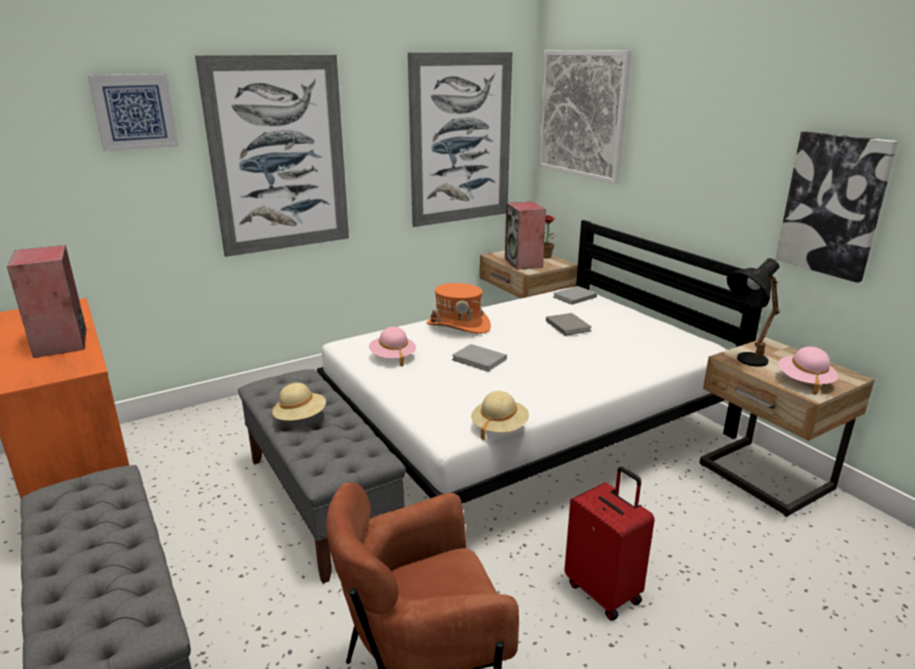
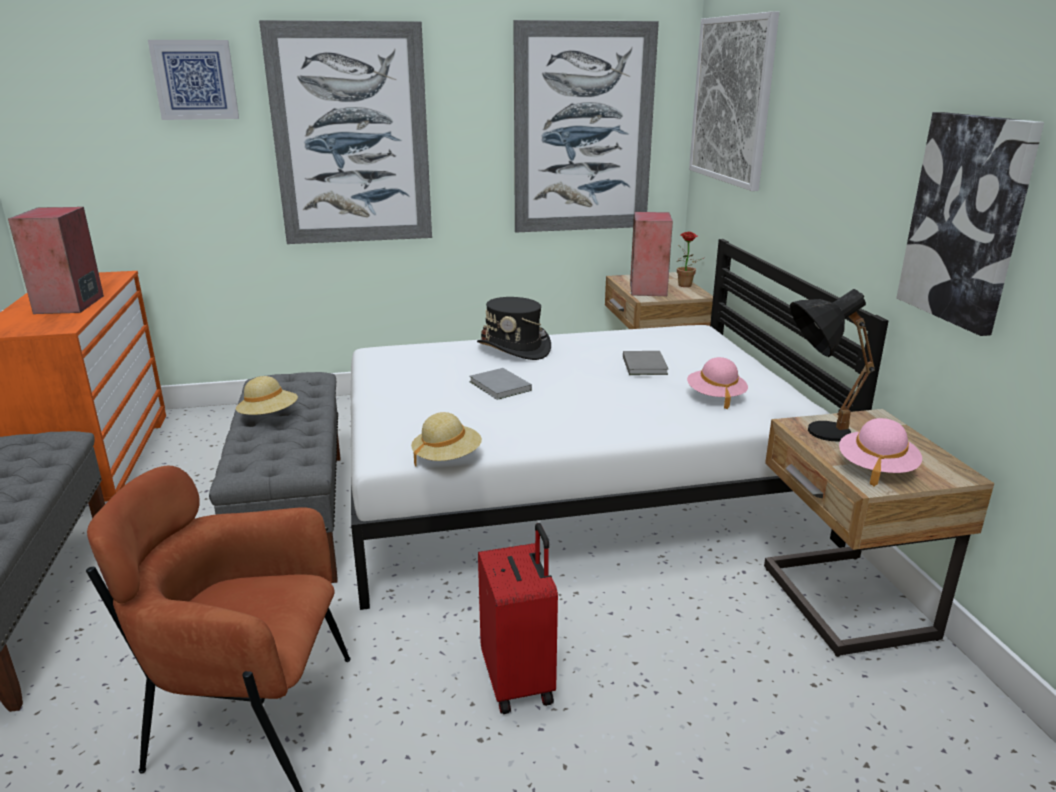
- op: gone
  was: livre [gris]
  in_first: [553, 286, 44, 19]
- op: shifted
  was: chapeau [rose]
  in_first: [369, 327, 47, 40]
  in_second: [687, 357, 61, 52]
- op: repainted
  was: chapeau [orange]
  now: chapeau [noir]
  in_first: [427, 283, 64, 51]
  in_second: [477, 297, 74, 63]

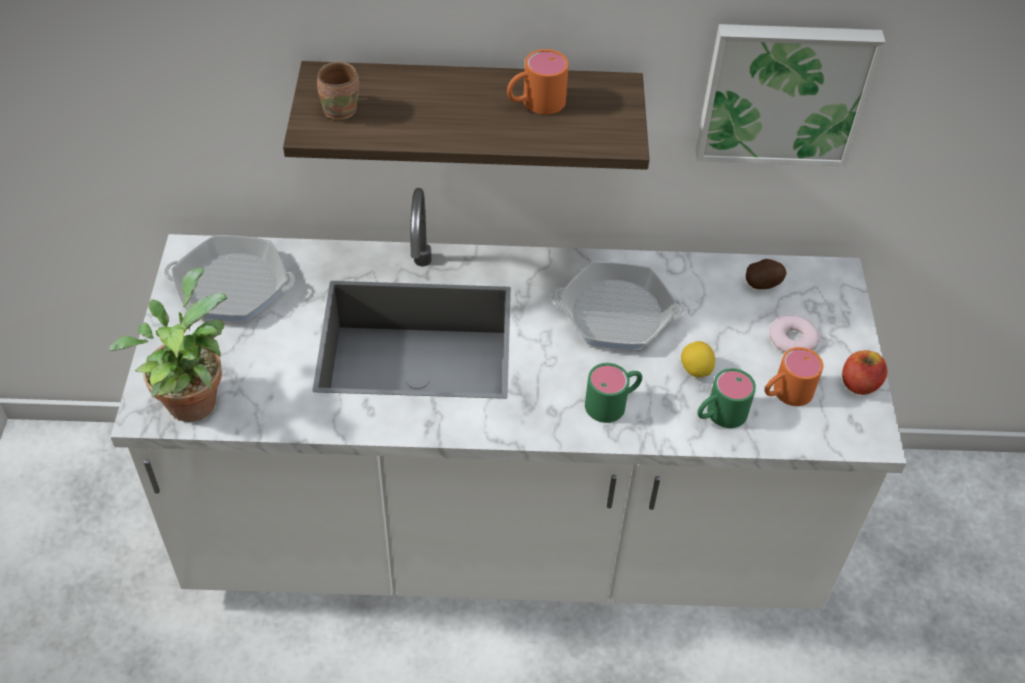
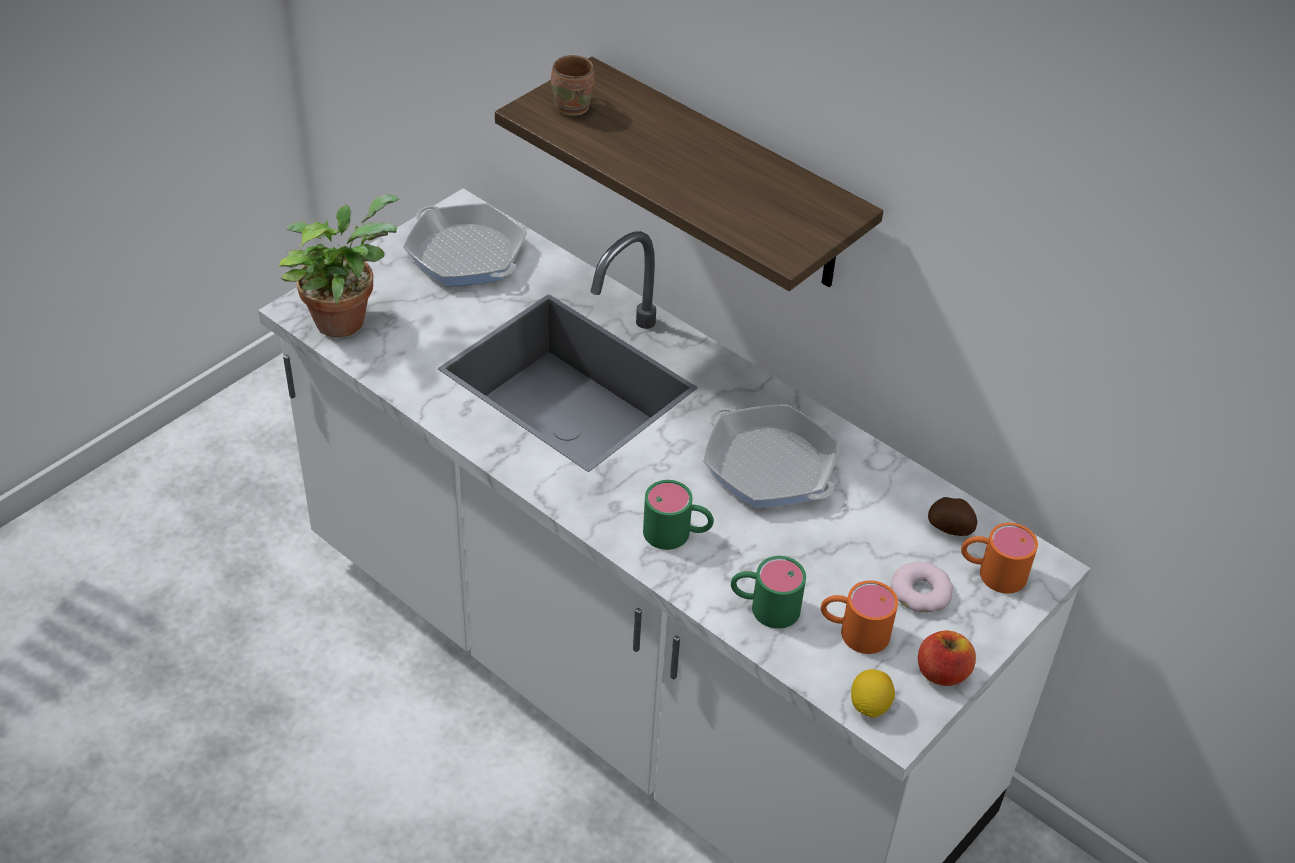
- op: gone
  was: tableau
  in_first: [695, 24, 191, 142]
- op: shifted
  was: mug [orange]
  in_first: [507, 49, 62, 65]
  in_second: [961, 523, 77, 71]
- op: shifted
  was: citron
  in_first: [681, 341, 34, 36]
  in_second: [851, 669, 44, 49]

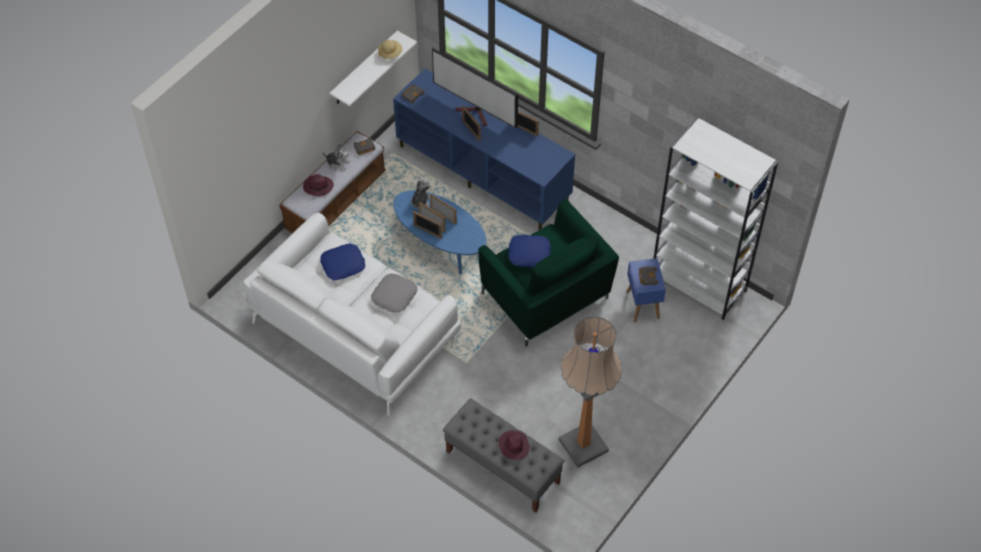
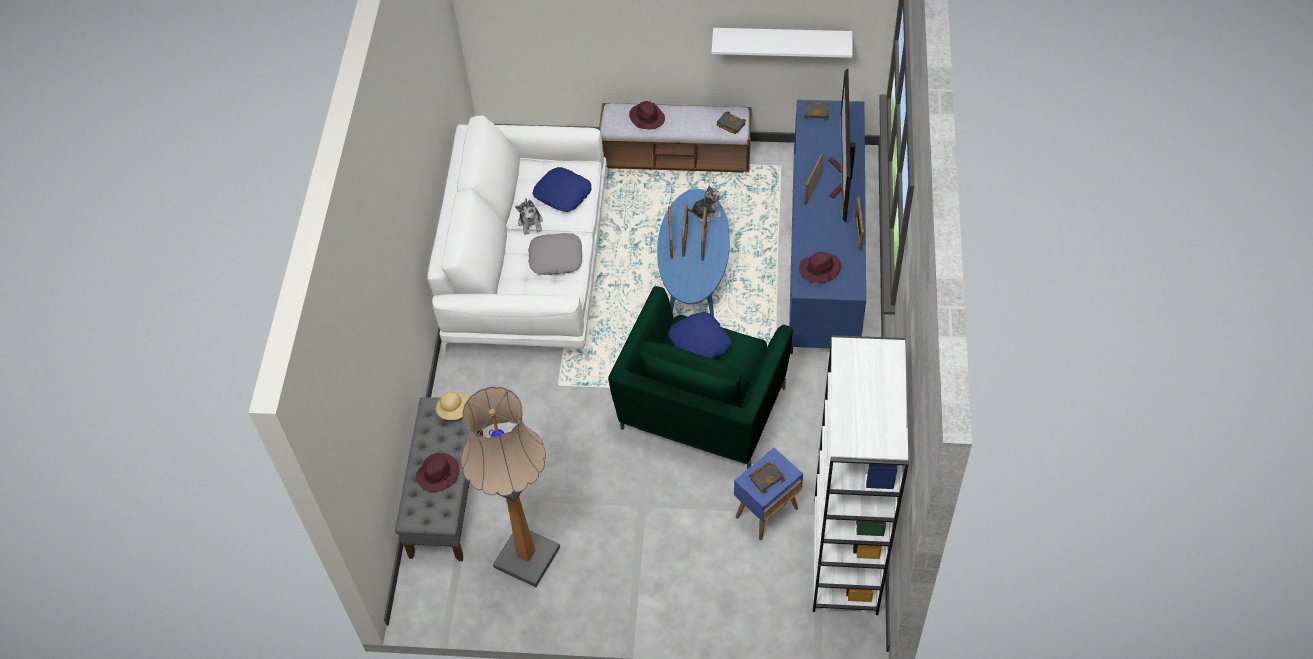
- op: new
  now: chapeau [violet]
  in_second: [799, 252, 43, 31]
- op: shifted
  was: peluche
  in_first: [323, 144, 27, 27]
  in_second: [515, 198, 28, 37]
- op: shifted
  was: chapeau [beige]
  in_first: [378, 40, 24, 19]
  in_second: [436, 391, 33, 29]

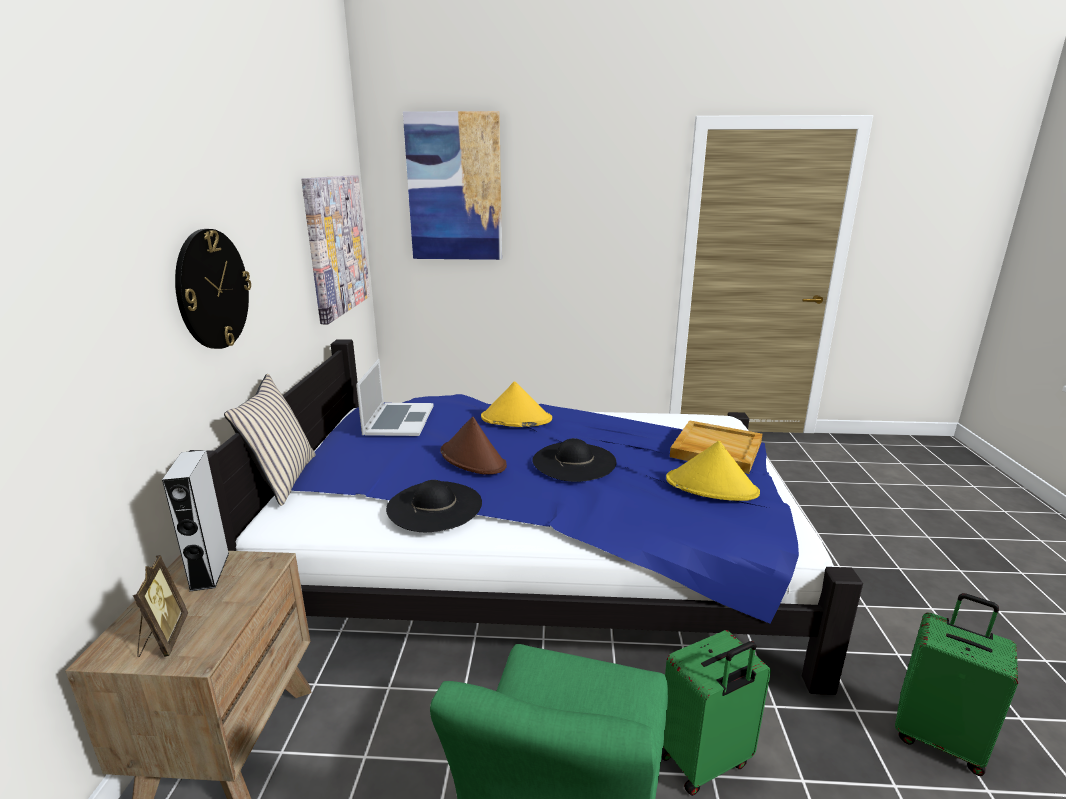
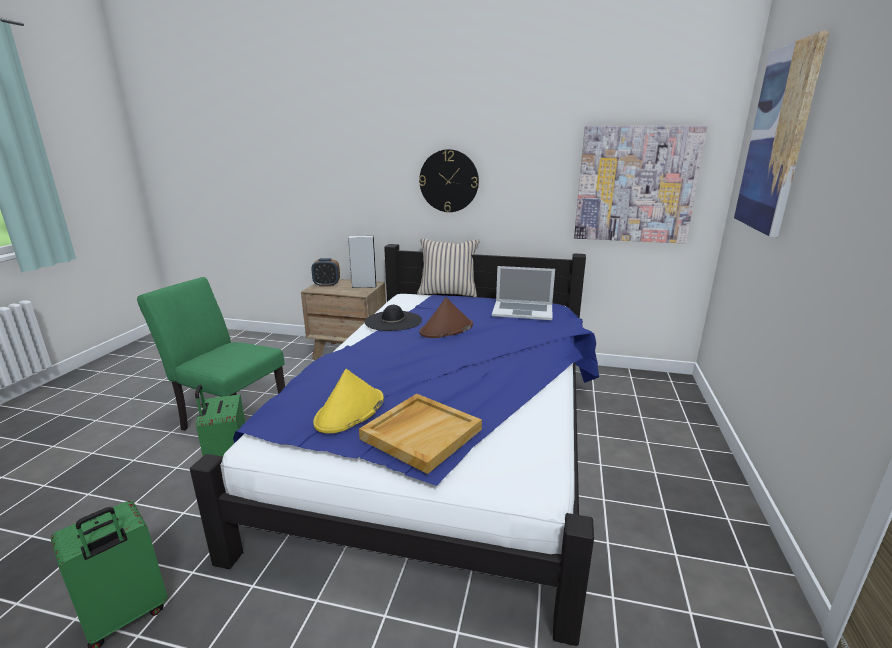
- op: gone
  was: chapeau [jaune]
  in_first: [481, 381, 71, 46]
- op: gone
  was: chapeau [noir]
  in_first: [532, 438, 84, 44]
- op: swapped
  was: cadre photo
  now: réveil
  in_first: [133, 555, 55, 102]
  in_second: [311, 258, 29, 29]

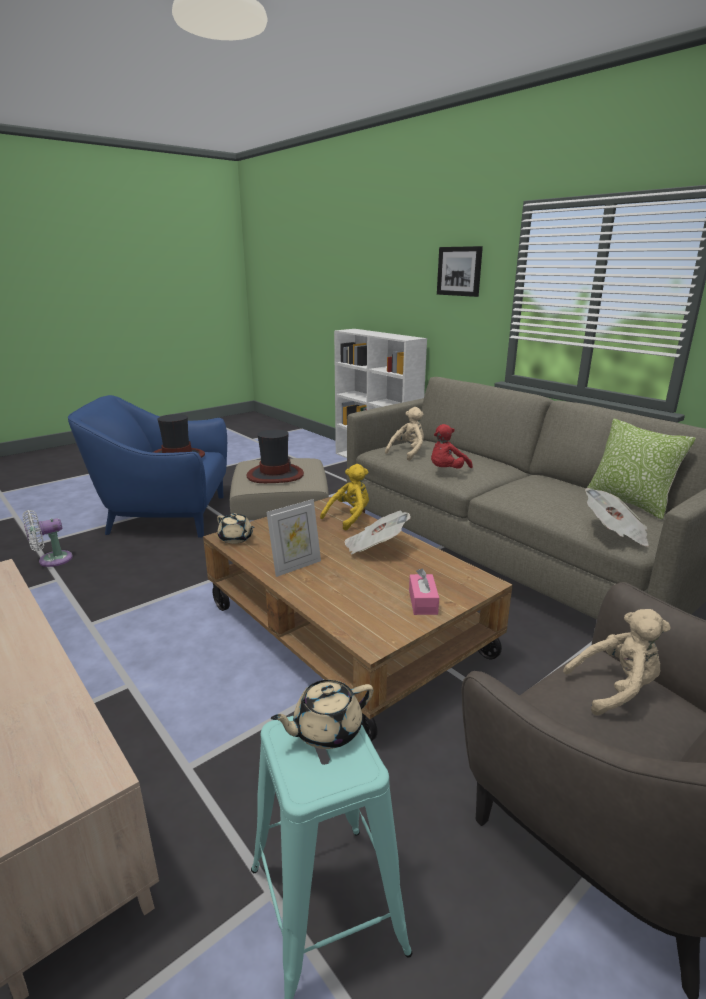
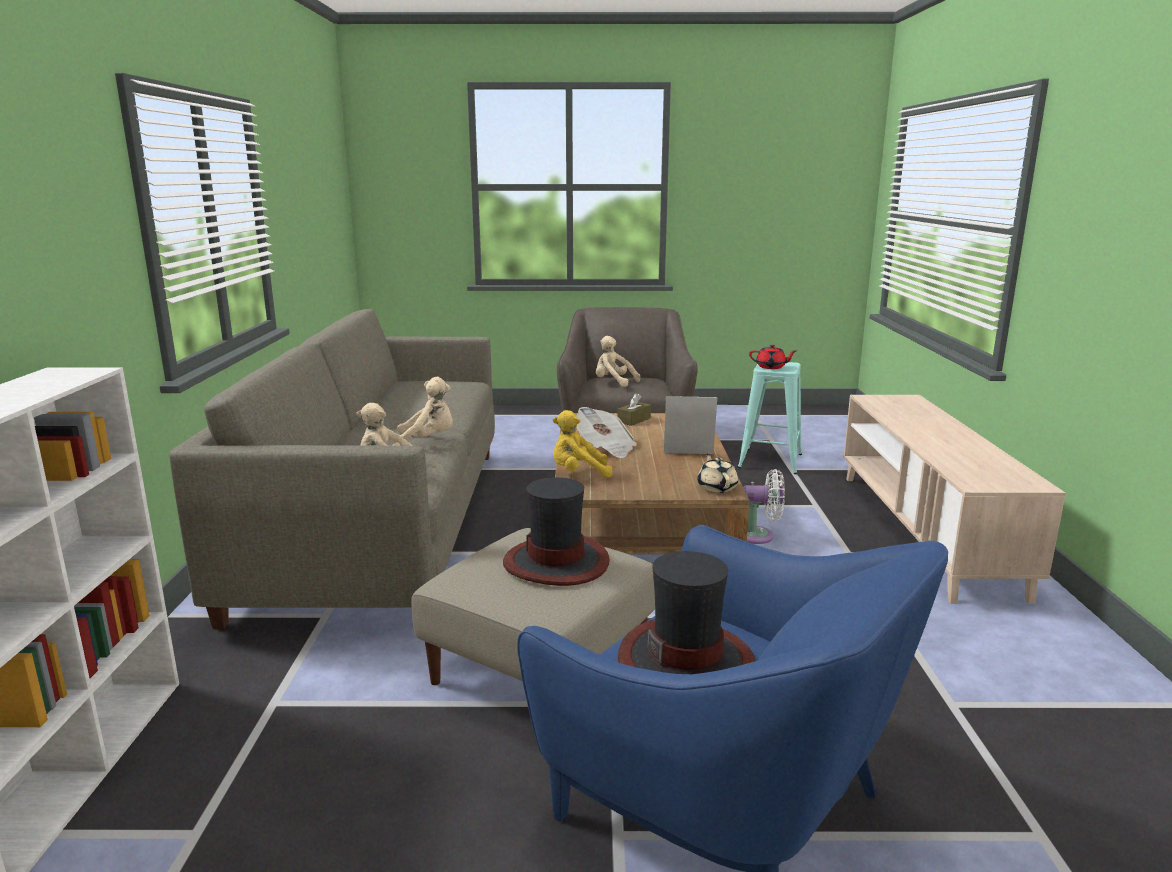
- op: gone
  was: tableau
  in_first: [437, 246, 46, 51]
- op: gone
  was: journal
  in_first: [585, 488, 64, 59]
- op: gone
  was: coussin
  in_first: [587, 419, 109, 101]
- op: shifted
  was: ventilateur [blanc]
  in_first: [23, 510, 50, 57]
  in_second: [743, 469, 42, 75]
- op: repainted
  was: théière [beige]
  now: théière [rouge]
  in_first: [271, 680, 102, 69]
  in_second: [749, 345, 48, 24]
- op: repainted
  was: boîte à mouchoirs [rose]
  now: boîte à mouchoirs [marron]
  in_first: [409, 568, 30, 47]
  in_second: [617, 393, 34, 33]
- op: repainted
  was: peluche [rouge]
  now: peluche [beige]
  in_first: [431, 424, 42, 45]
  in_second: [394, 377, 59, 66]

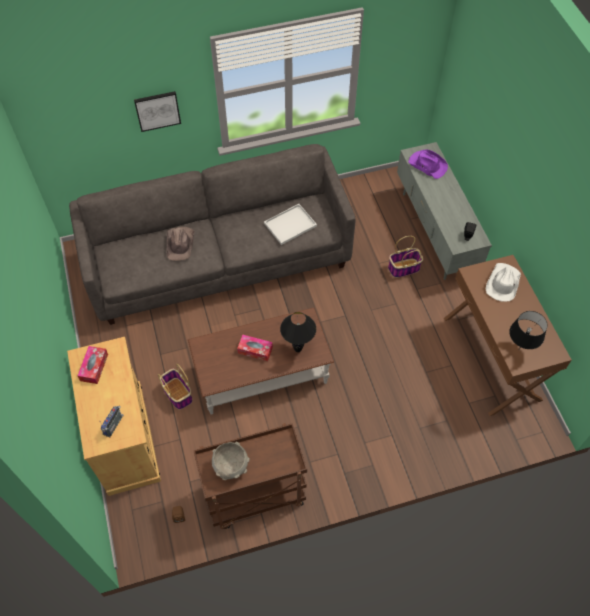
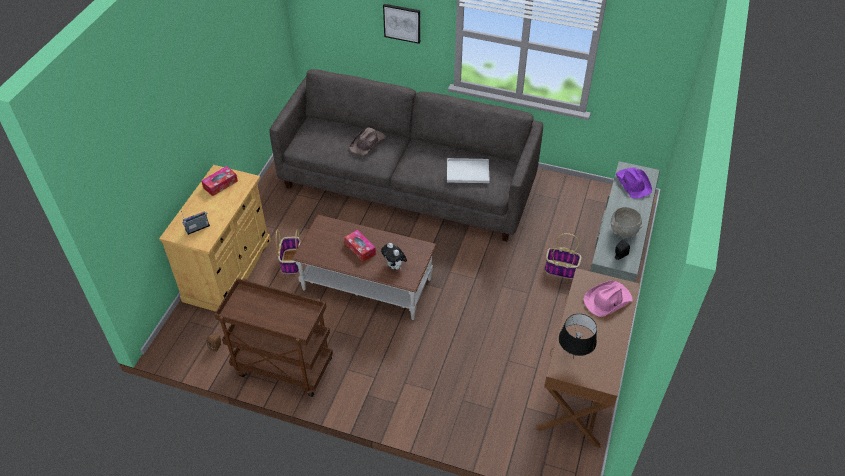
- op: shifted
  was: bol [gris]
  in_first: [212, 442, 38, 38]
  in_second: [610, 207, 33, 30]
- op: swapped
  was: lampe de table [noir]
  now: peluche
  in_first: [280, 312, 36, 40]
  in_second: [381, 243, 26, 27]
- op: repainted
  was: chapeau [blanc]
  now: chapeau [rose]
  in_first: [486, 263, 35, 39]
  in_second: [583, 280, 49, 37]

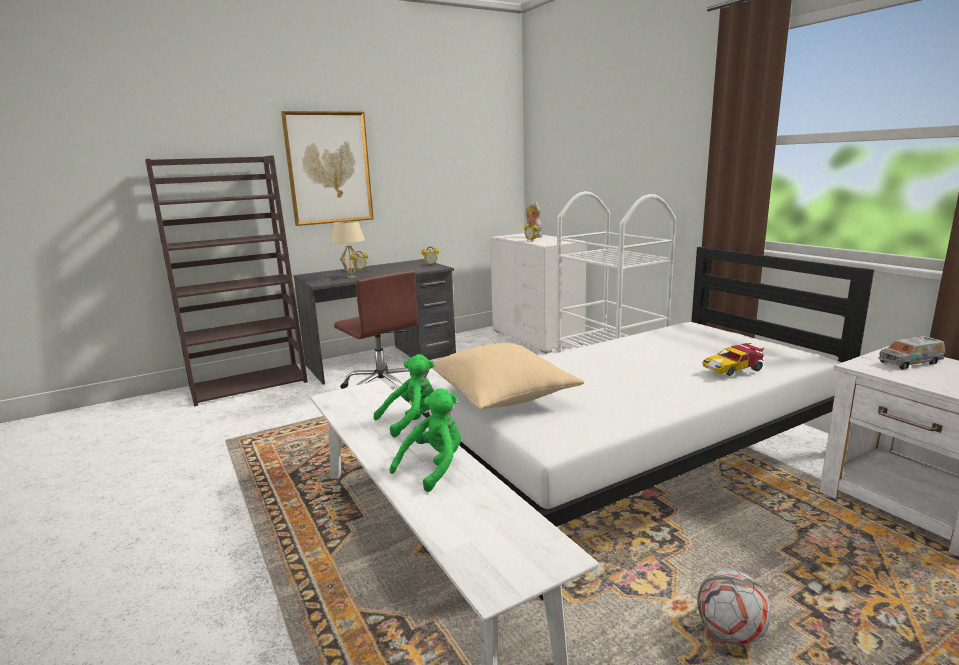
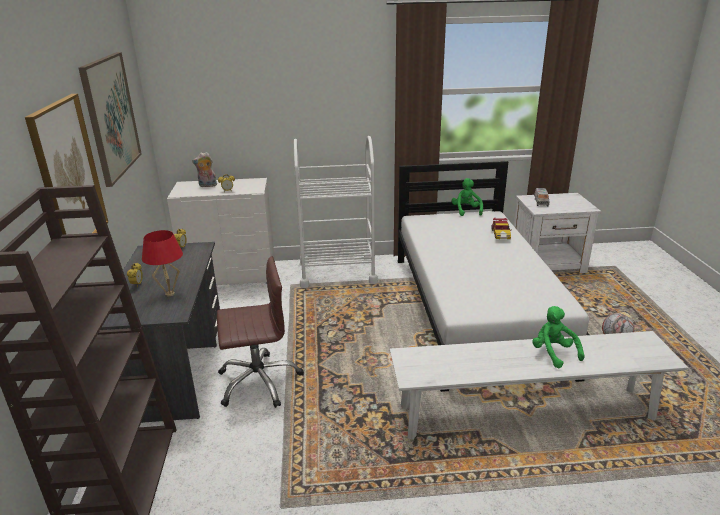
- op: gone
  was: coussin [beige]
  in_first: [433, 343, 151, 66]
- op: new
  now: tableau
  in_second: [79, 52, 63, 135]
- op: shifted
  was: peluche [vert]
  in_first: [373, 354, 61, 83]
  in_second: [451, 178, 32, 38]
- op: repainted
  was: lampe de table [beige]
  now: lampe de table [rouge]
  in_first: [331, 221, 34, 57]
  in_second: [142, 230, 41, 66]

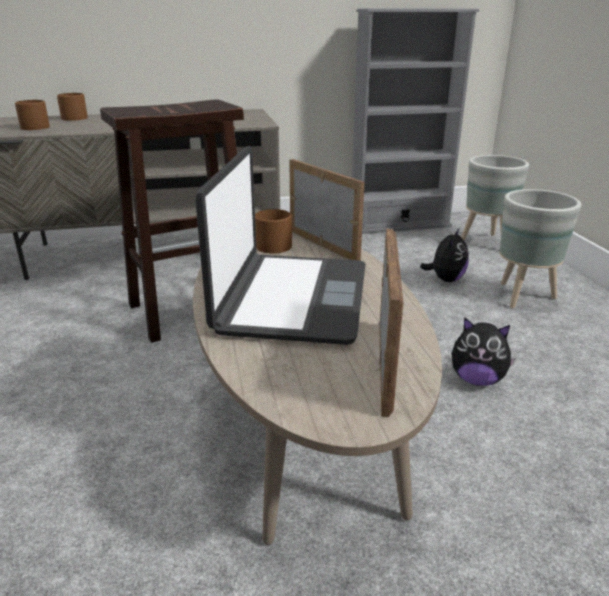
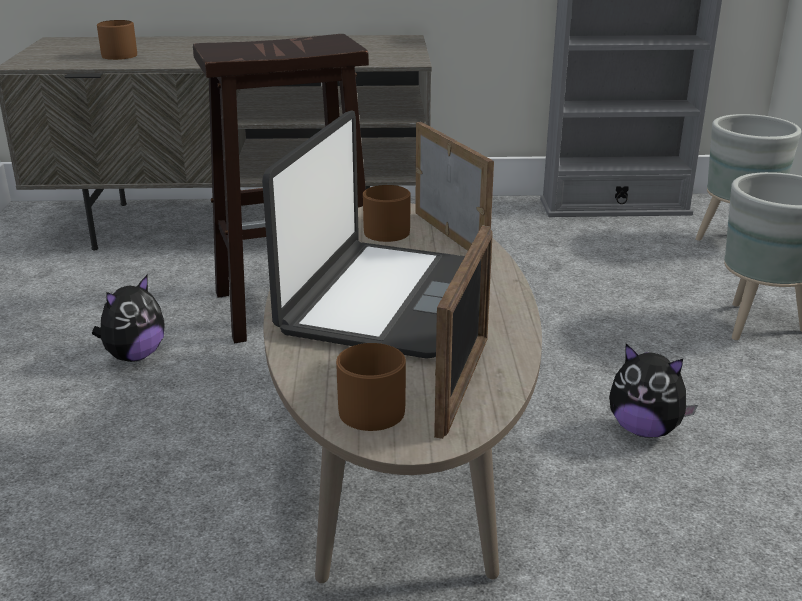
- op: shifted
  was: mug [marron]
  in_first: [57, 93, 31, 28]
  in_second: [336, 343, 70, 88]
- op: shifted
  was: peluche
  in_first: [420, 227, 49, 55]
  in_second: [92, 275, 73, 87]

